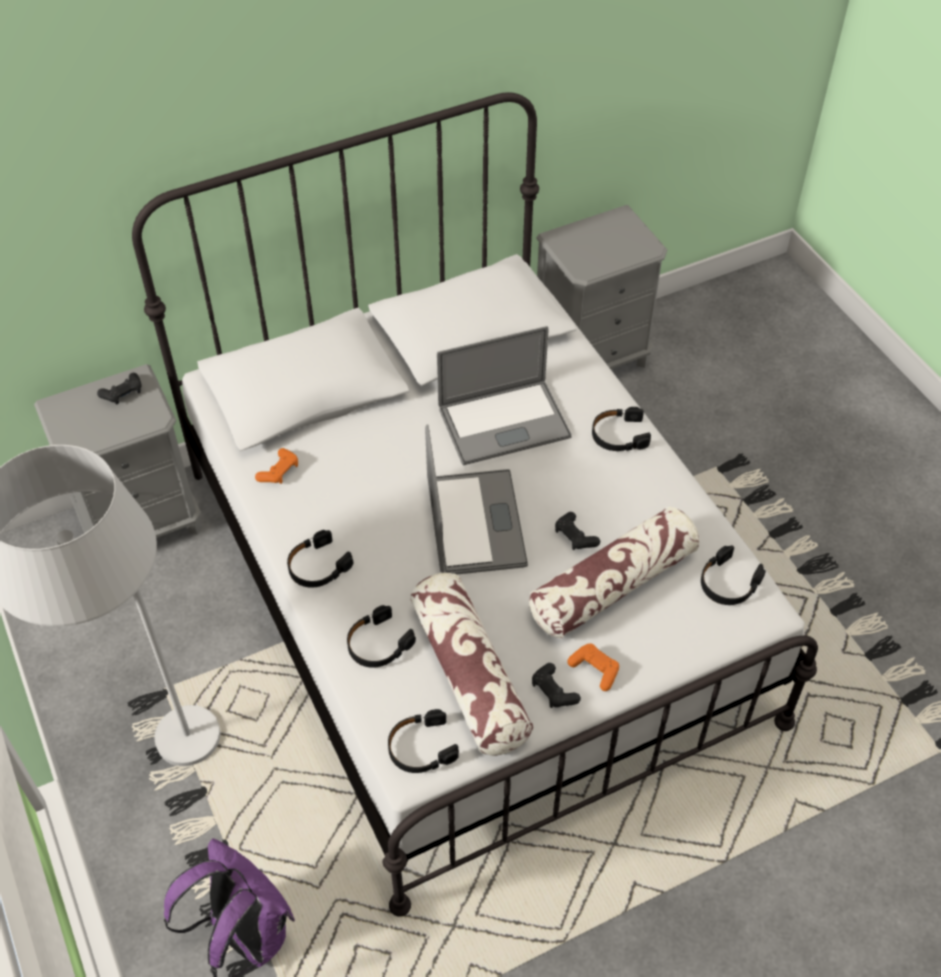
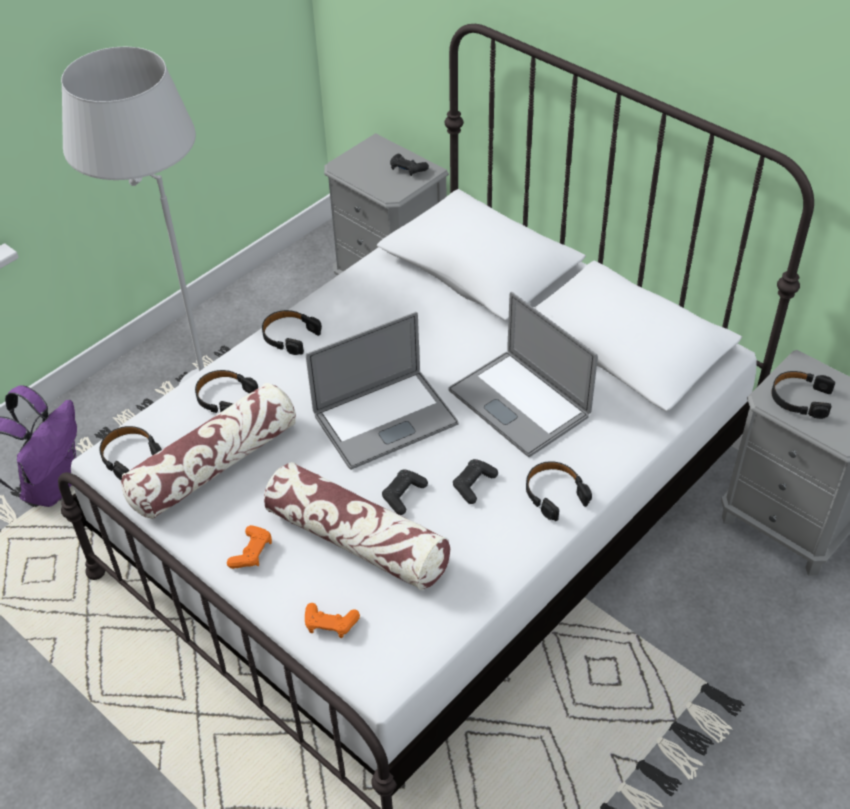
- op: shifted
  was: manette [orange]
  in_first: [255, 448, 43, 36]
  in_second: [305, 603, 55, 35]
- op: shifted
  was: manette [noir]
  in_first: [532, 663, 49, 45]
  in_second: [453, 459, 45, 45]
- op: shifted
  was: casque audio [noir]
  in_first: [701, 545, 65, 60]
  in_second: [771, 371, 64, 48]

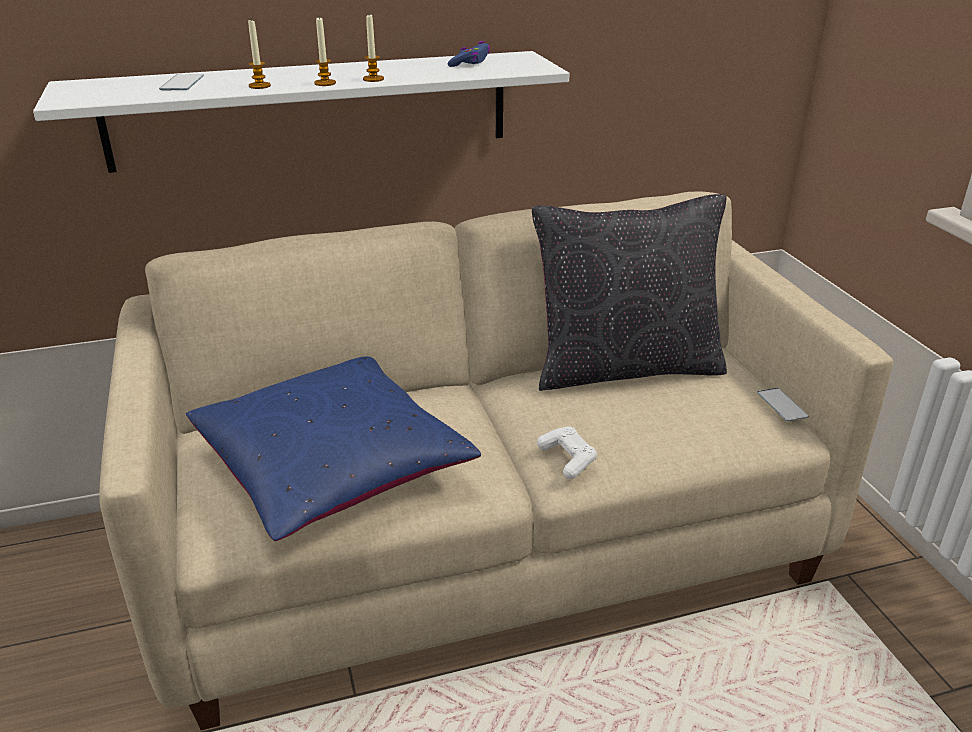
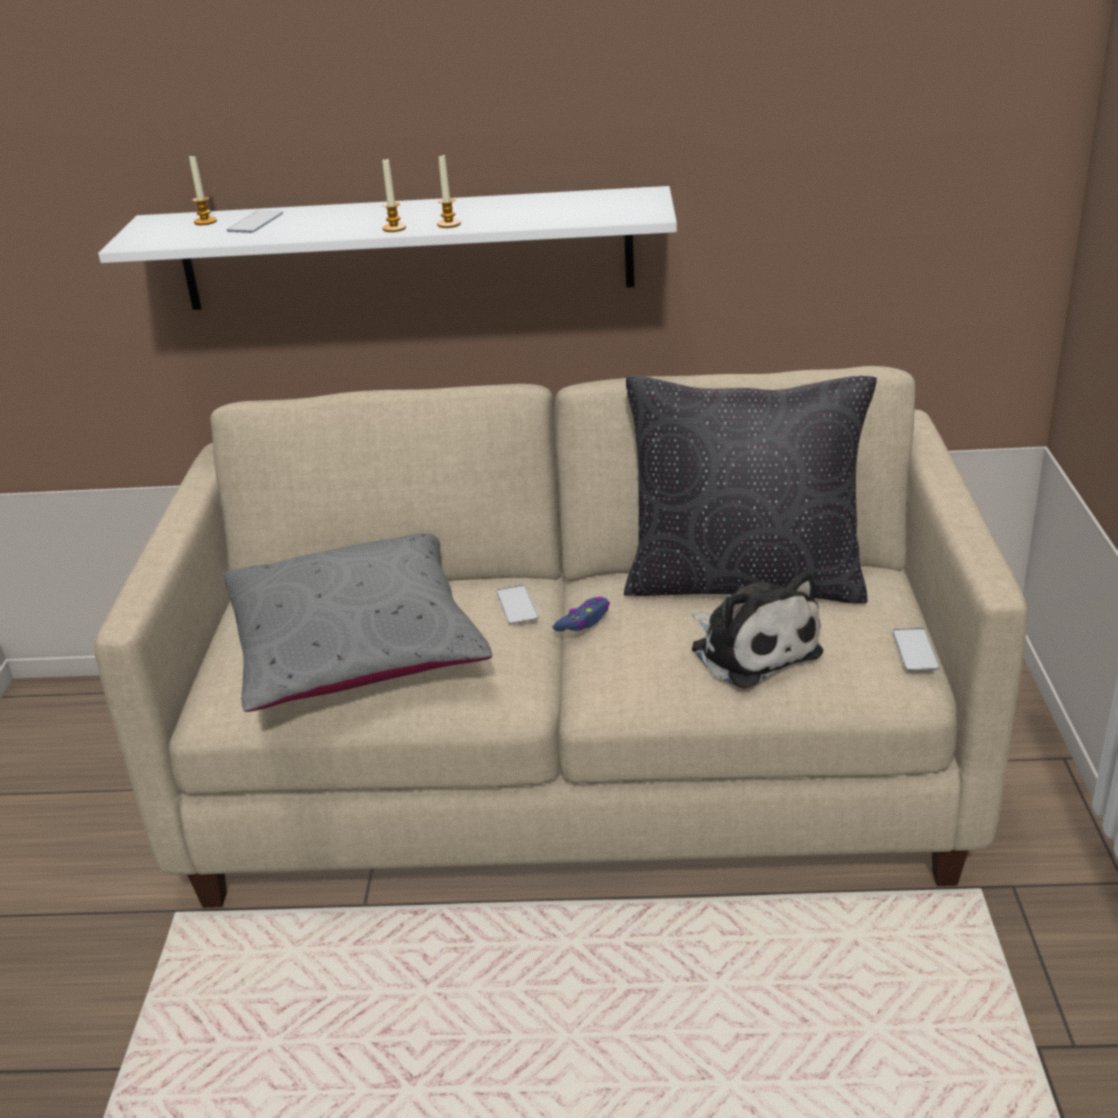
- op: gone
  was: manette [blanc]
  in_first: [537, 426, 60, 53]
- op: new
  now: téléphone
  in_second: [496, 585, 42, 39]
- op: new
  now: peluche
  in_second: [692, 571, 131, 118]
- op: shifted
  was: bougie
  in_first: [248, 20, 23, 69]
  in_second: [189, 156, 28, 69]
- op: shifted
  was: manette [bleu]
  in_first: [447, 41, 43, 26]
  in_second: [553, 597, 57, 34]
- op: repainted
  was: coussin [bleu]
  now: coussin [gris]
  in_first: [186, 357, 295, 184]
  in_second: [224, 533, 268, 179]

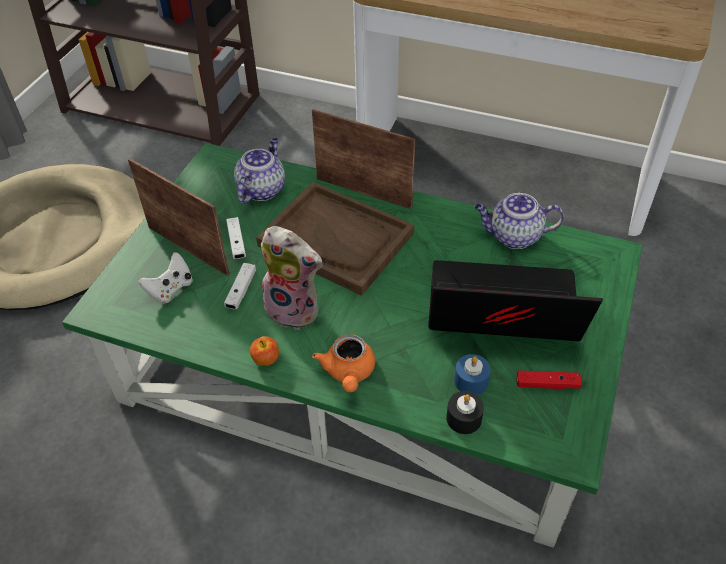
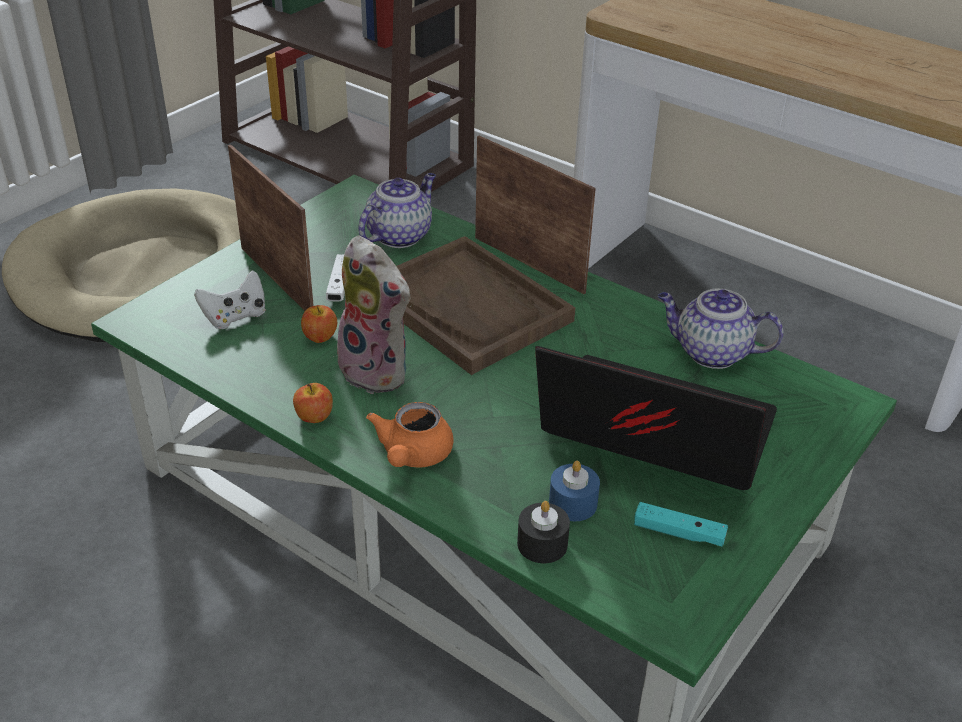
- op: swapped
  was: manette [blanc]
  now: pomme
  in_first: [224, 263, 32, 46]
  in_second: [301, 305, 36, 38]
- op: repainted
  was: manette [rouge]
  now: manette [turquoise]
  in_first: [517, 370, 65, 19]
  in_second: [634, 502, 94, 45]

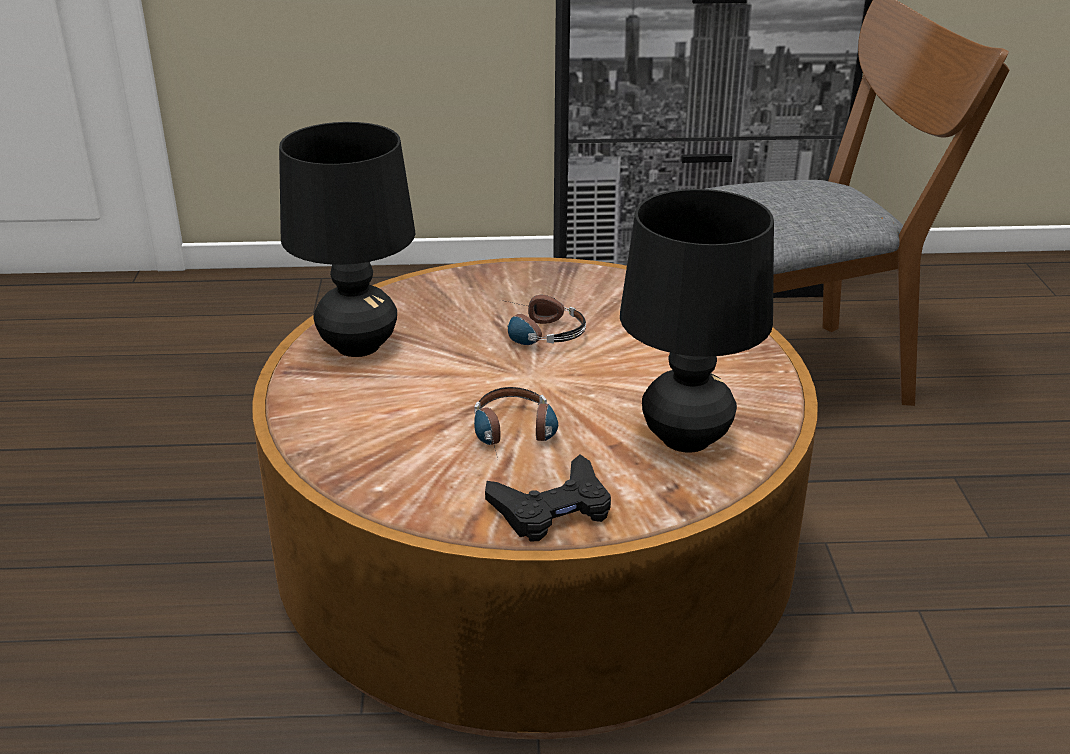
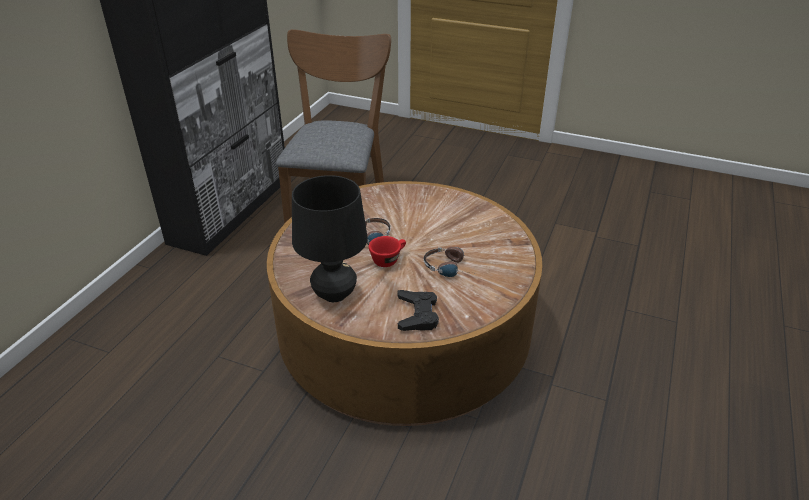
- op: gone
  was: lampe de table [noir]
  in_first: [620, 189, 154, 264]
- op: new
  now: tasse [rouge]
  in_second: [369, 236, 37, 31]
- op: shifted
  was: manette [noir]
  in_first: [485, 454, 126, 88]
  in_second: [397, 290, 42, 41]

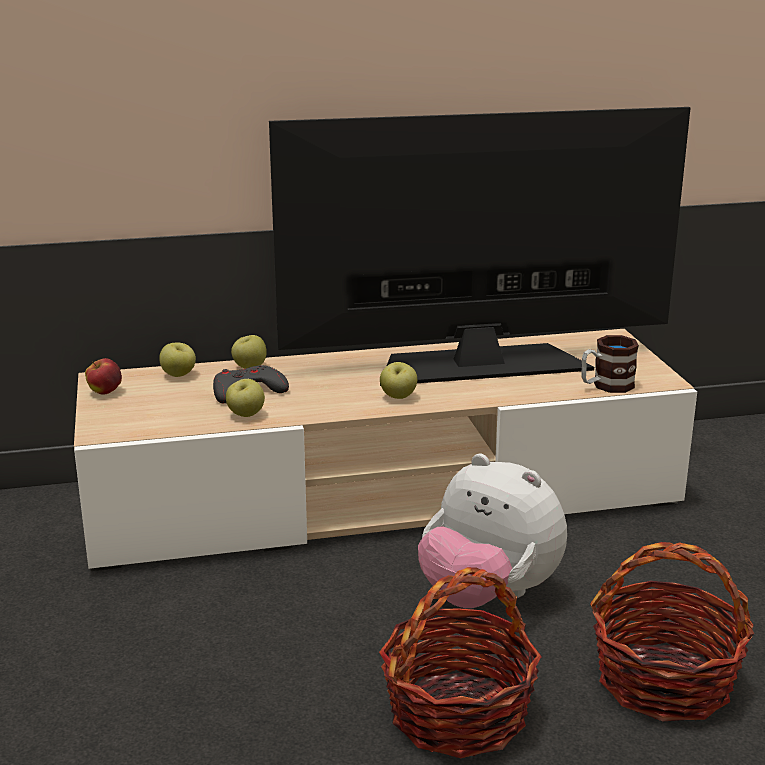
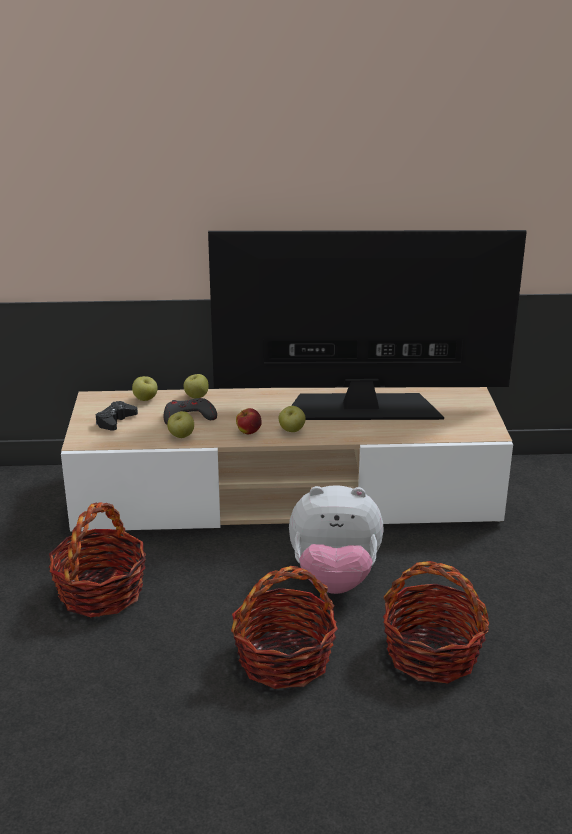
- op: gone
  was: mug
  in_first: [582, 335, 57, 58]
- op: new
  now: panier
  in_second: [49, 502, 97, 115]
- op: new
  now: manette [noir]
  in_second: [96, 401, 42, 30]
- op: shifted
  was: pomme
  in_first: [85, 358, 37, 36]
  in_second: [236, 408, 26, 26]
- op: rotated
  was: peluche
  in_first: [418, 454, 149, 154]
  in_second: [289, 485, 95, 109]
  clockwise: -45

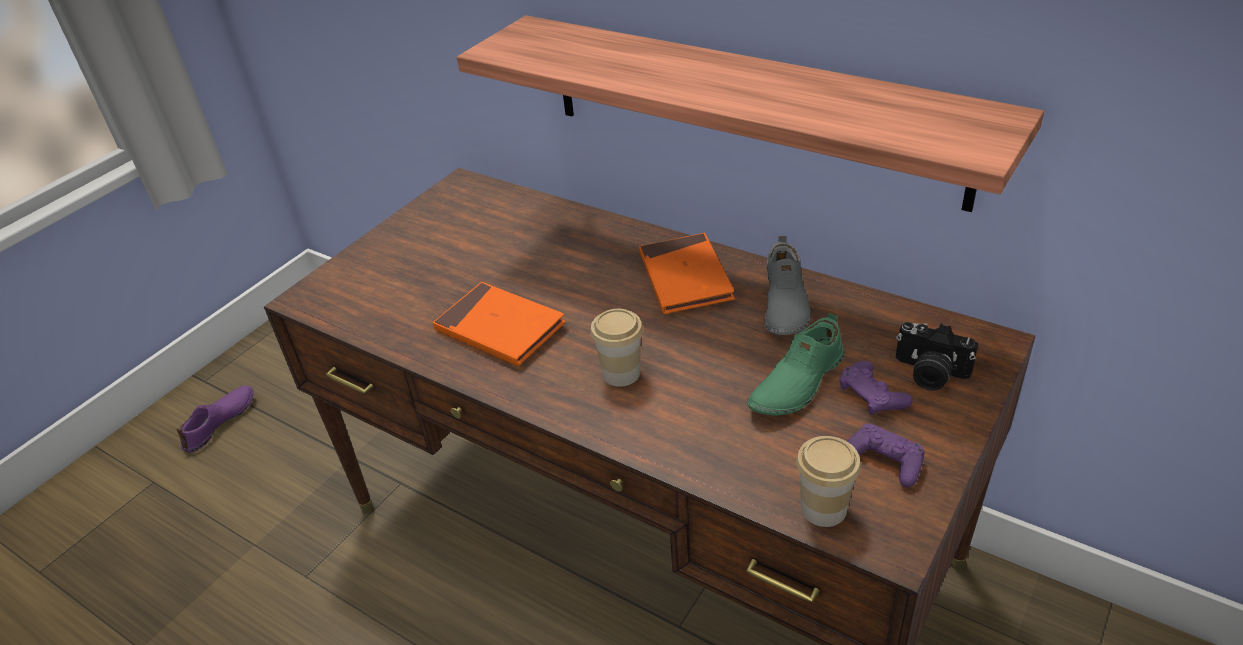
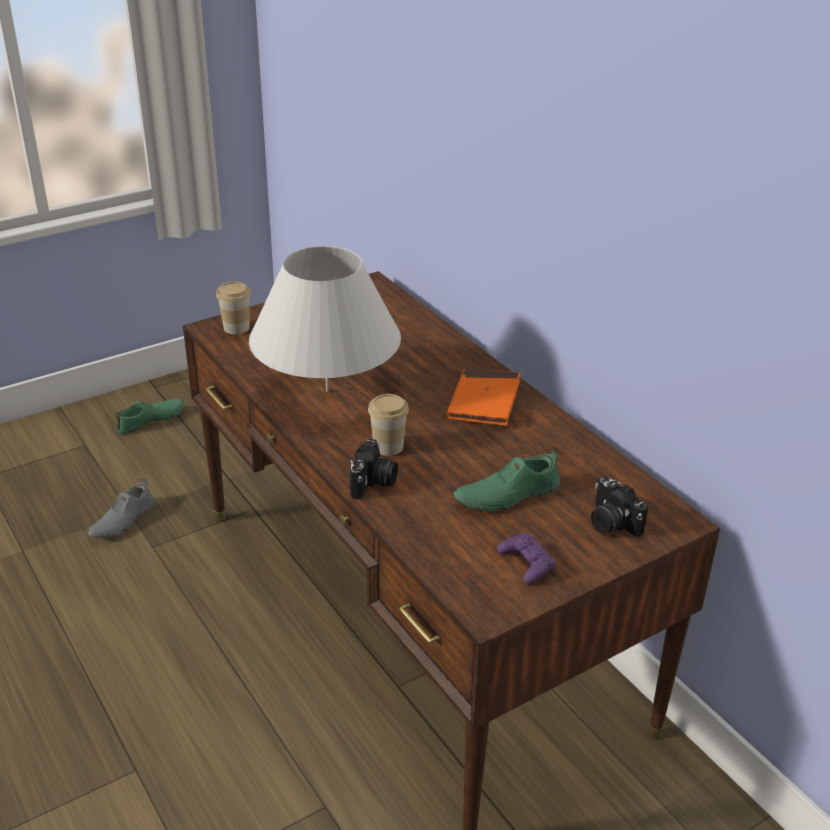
- op: gone
  was: étagère
  in_first: [457, 15, 587, 197]
- op: gone
  was: manette [violet]
  in_first: [840, 361, 73, 54]
- op: new
  now: appareil photo
  in_second: [350, 439, 48, 60]
- op: shifted
  was: chaussure [gris]
  in_first: [765, 236, 46, 99]
  in_second: [87, 479, 68, 59]
- op: shifted
  was: tasse
  in_first: [796, 436, 65, 91]
  in_second: [216, 281, 35, 54]
- op: swapped
  was: livre [orange]
  now: lampe de table [blanc]
  in_first: [433, 282, 133, 84]
  in_second: [249, 246, 152, 146]
- op: repainted
  was: chaussure [violet]
  now: chaussure [vert]
  in_first: [176, 386, 78, 67]
  in_second: [115, 399, 70, 35]

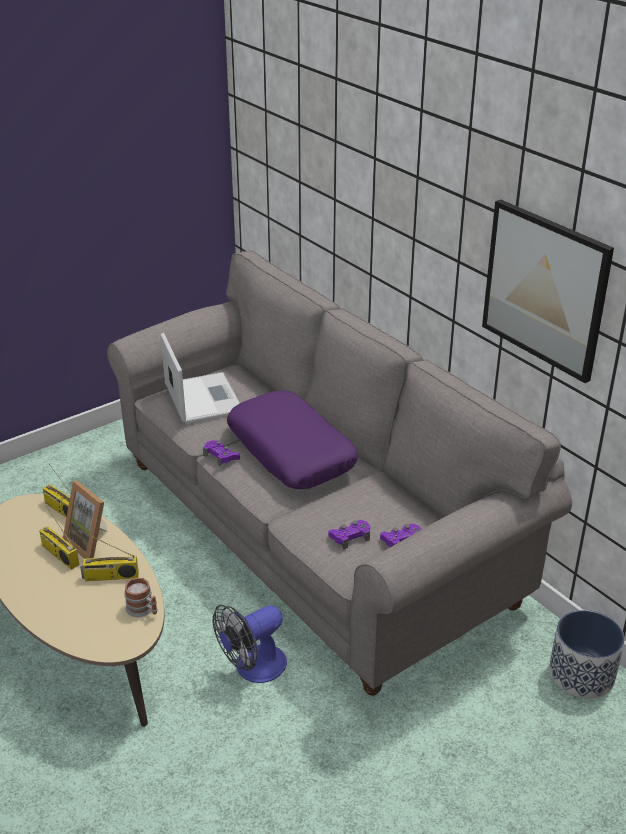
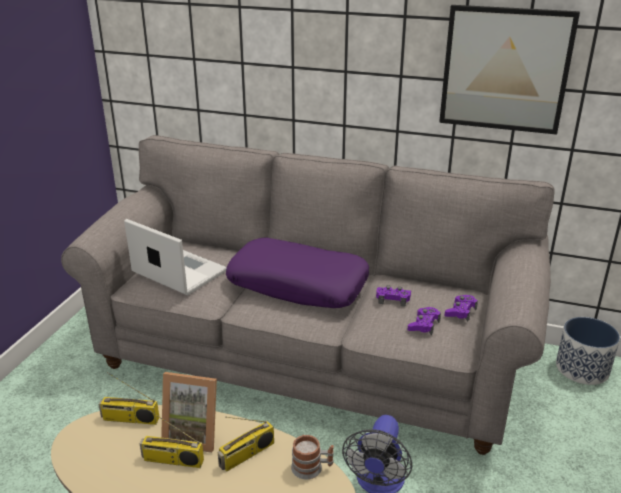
- op: shifted
  was: manette [violet]
  in_first: [203, 440, 37, 27]
  in_second: [376, 285, 35, 22]

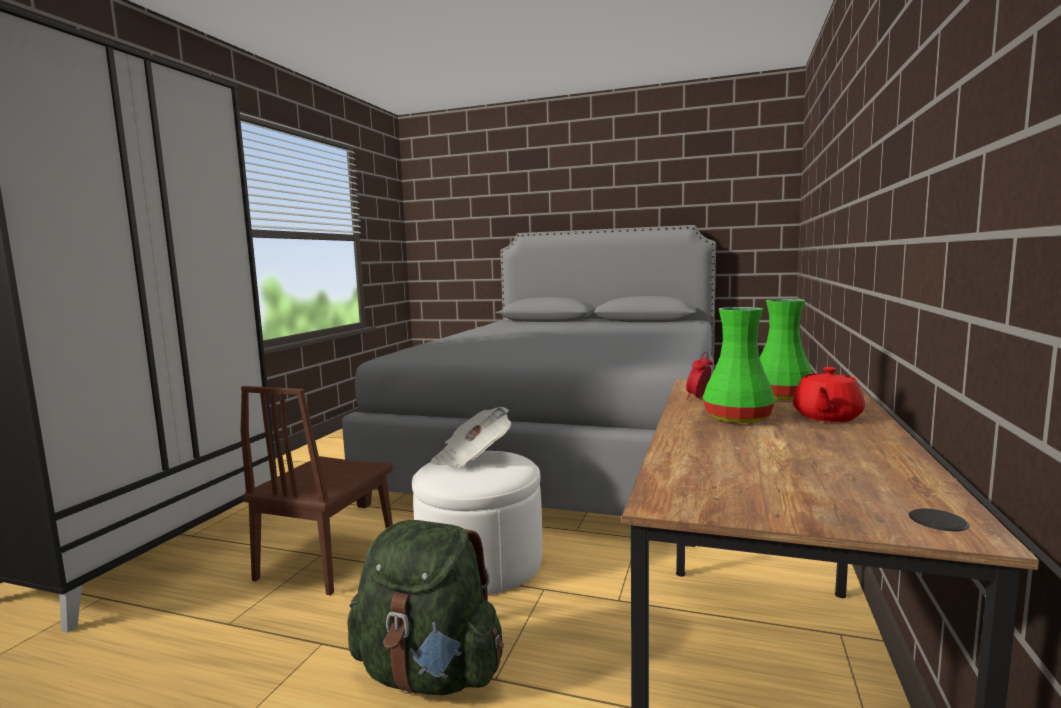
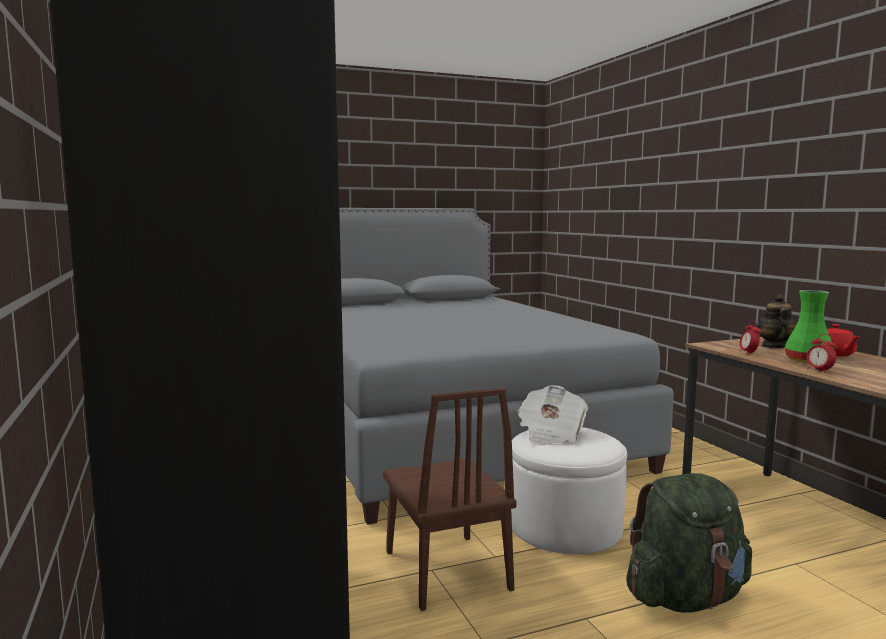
- op: new
  now: réveil
  in_second: [807, 334, 30, 39]
- op: swapped
  was: vase [vert]
  now: théière
  in_first: [759, 299, 54, 101]
  in_second: [756, 294, 41, 54]

